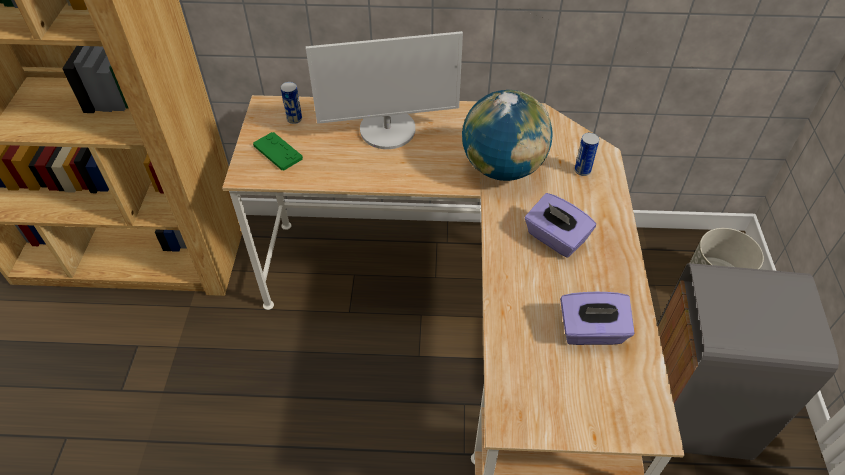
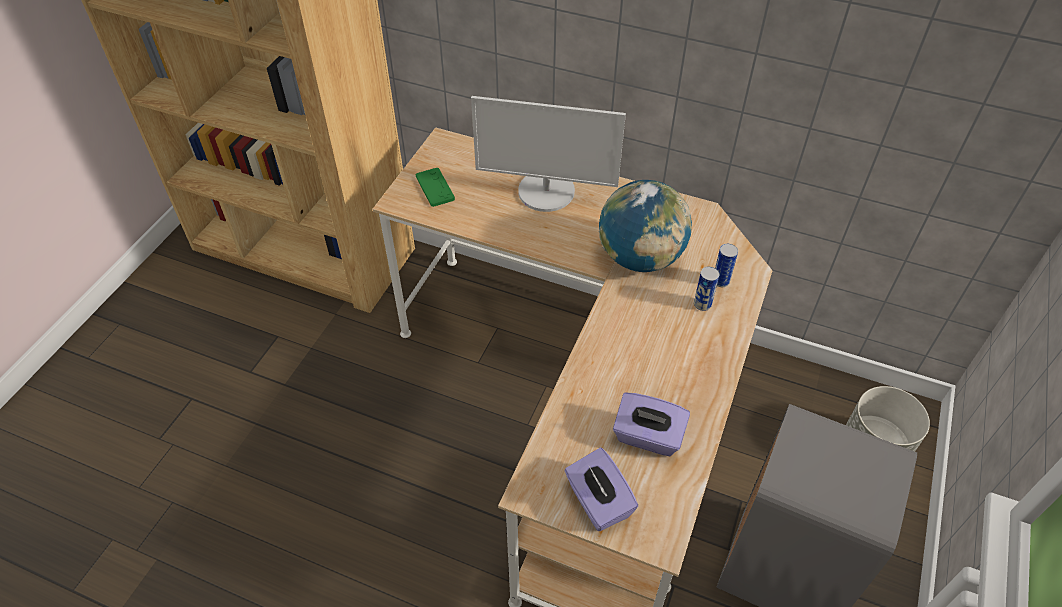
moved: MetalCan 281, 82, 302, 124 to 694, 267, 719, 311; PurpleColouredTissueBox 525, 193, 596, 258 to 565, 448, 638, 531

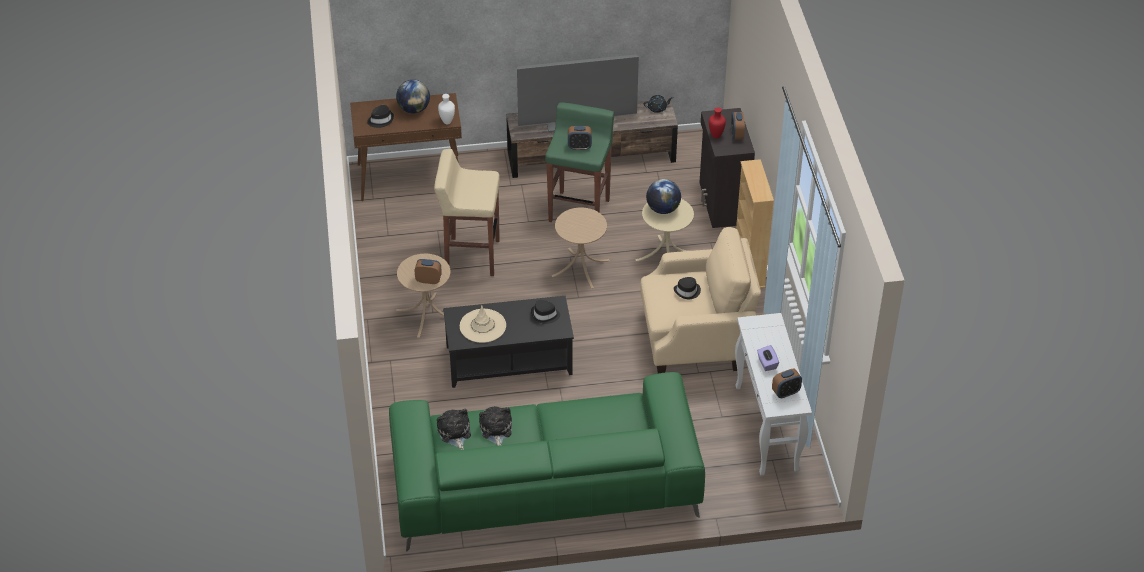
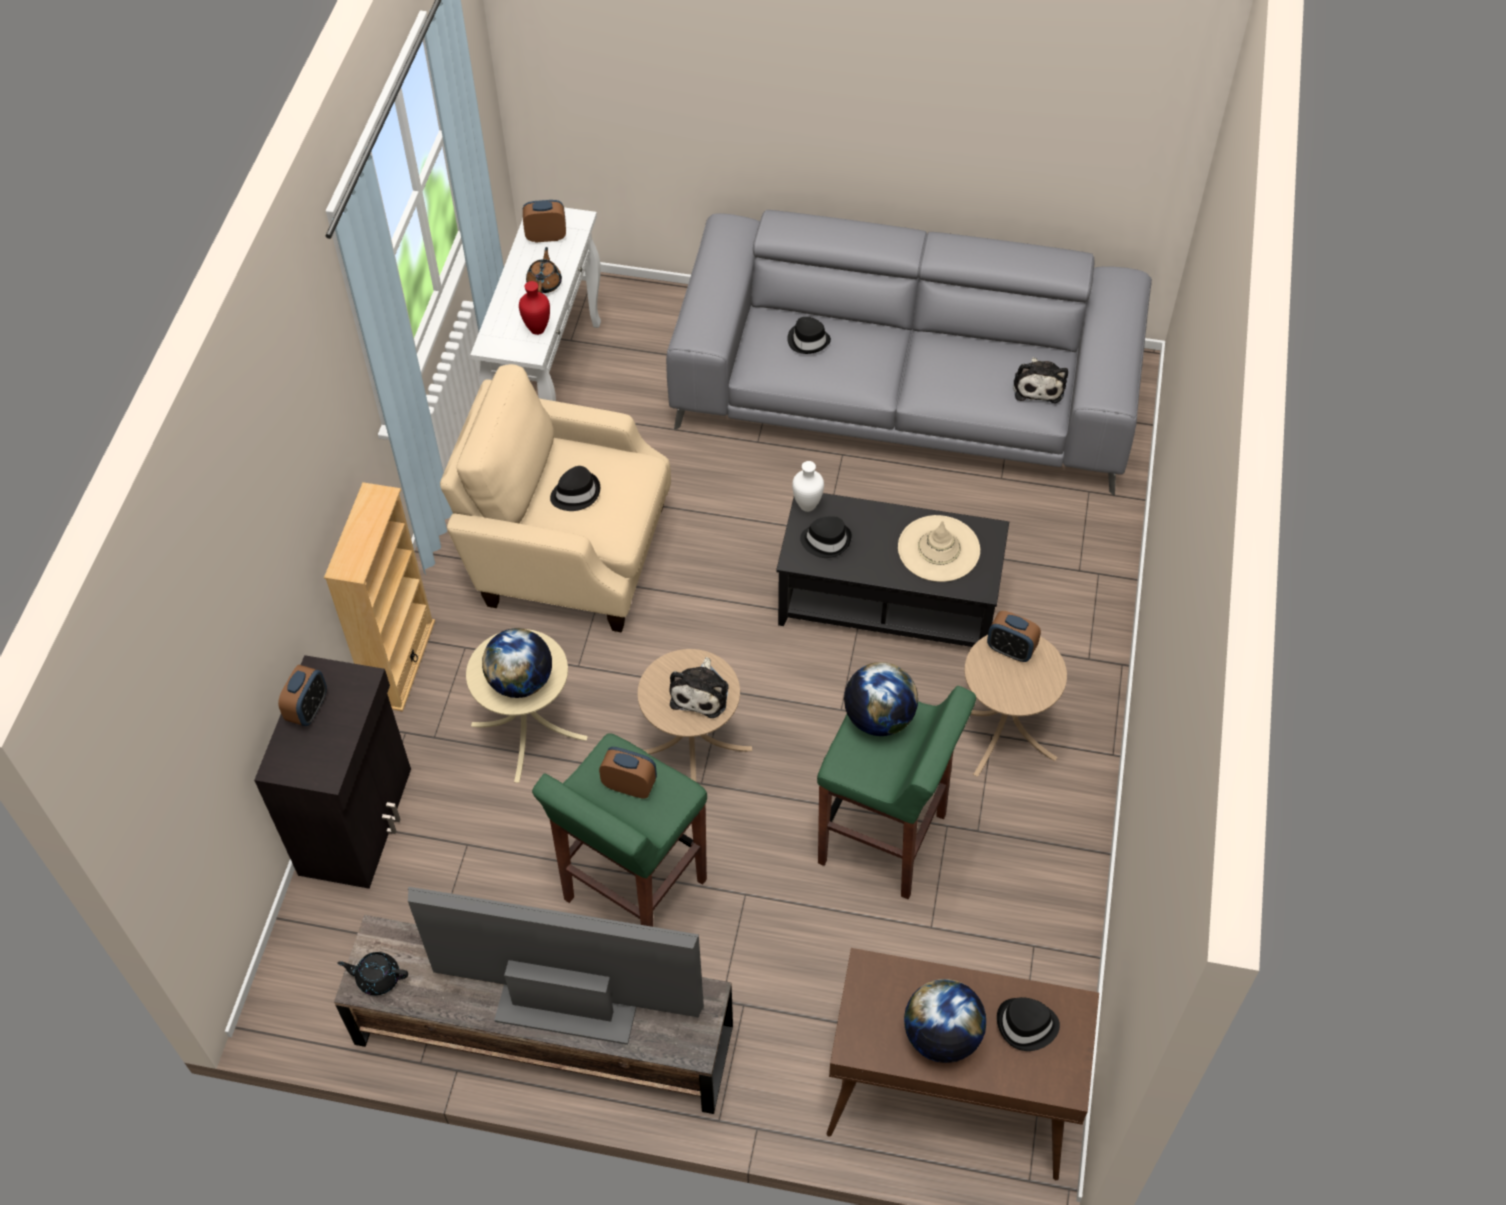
added: BlackColouredHat 787, 317, 831, 354; WorldGlobe 844, 662, 918, 736
moved: WhiteColouredFlowerVase 438, 94, 455, 124 to 792, 461, 824, 512; PlushToy 479, 406, 512, 446 to 670, 657, 729, 718; RedColouredFlowerVase 709, 107, 726, 138 to 519, 281, 550, 335
replaced: PurpleColouredTissueBox 757, 345, 779, 371 to BrownColouredTeaPot 526, 247, 562, 293
recoloured: GreenishSofa 389, 372, 705, 552 to GraySofa 666, 210, 1152, 496; SandColouredStoolSeat 434, 149, 500, 276 to GreenishStoolSeat 817, 686, 976, 899

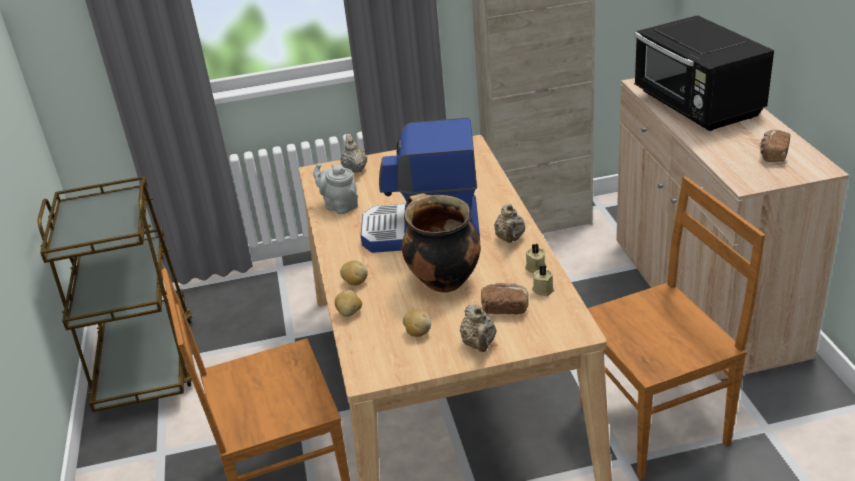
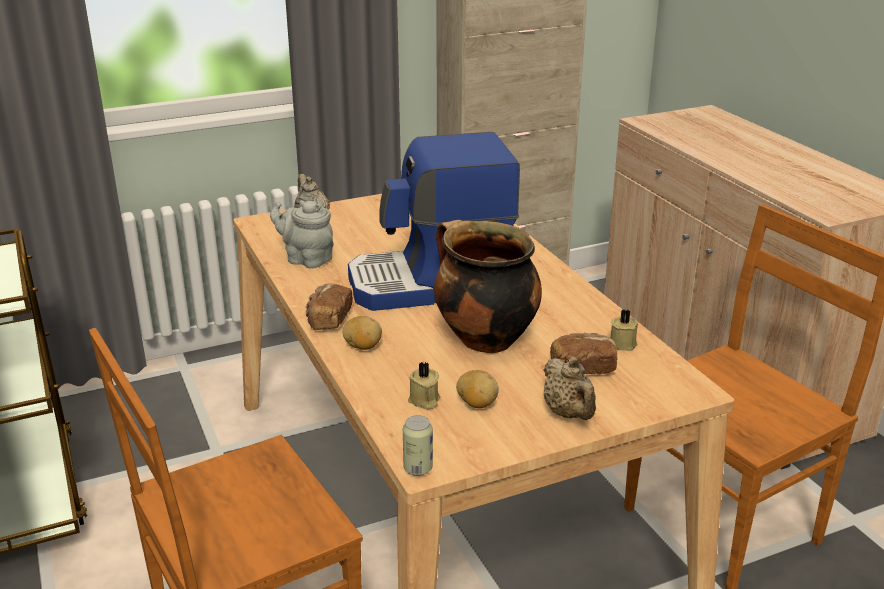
removed: WholePotato 335, 290, 362, 317; SandColouredTeaPot 494, 204, 525, 243; BlackColouredKitchenMicrowave 634, 15, 774, 131
added: MetalCan 403, 415, 433, 476
moved: SandColouredCandle 525, 244, 547, 273 to 408, 362, 440, 410; BakeryBread 759, 129, 790, 162 to 305, 283, 353, 330

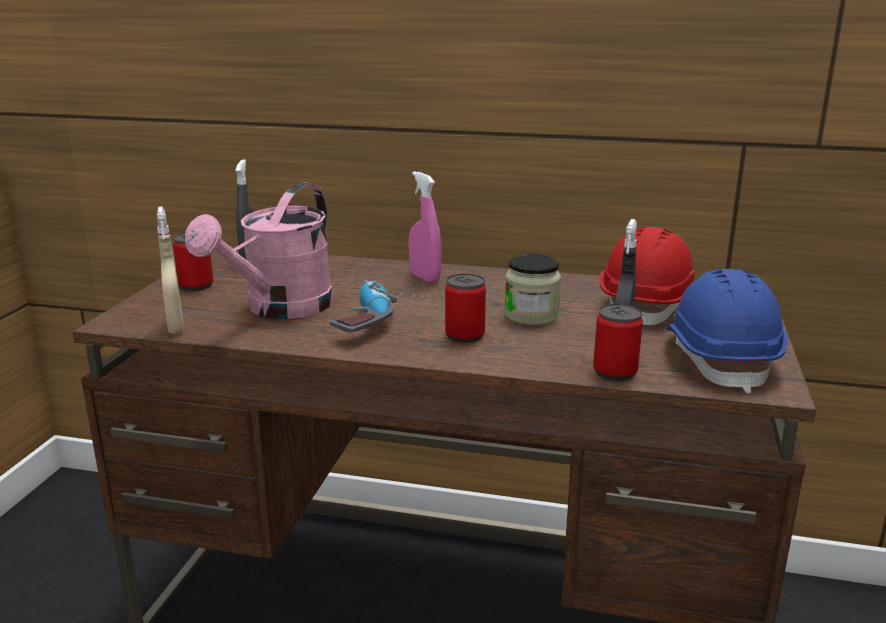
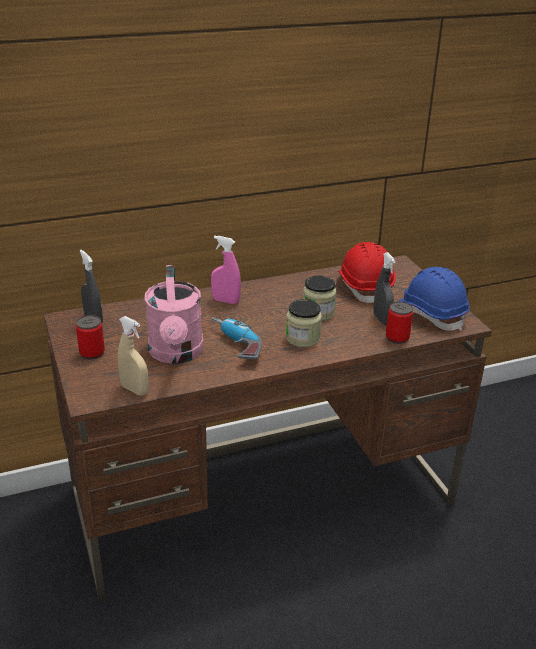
replaced: MetalCan 445, 274, 486, 343 to Jar 286, 299, 322, 348

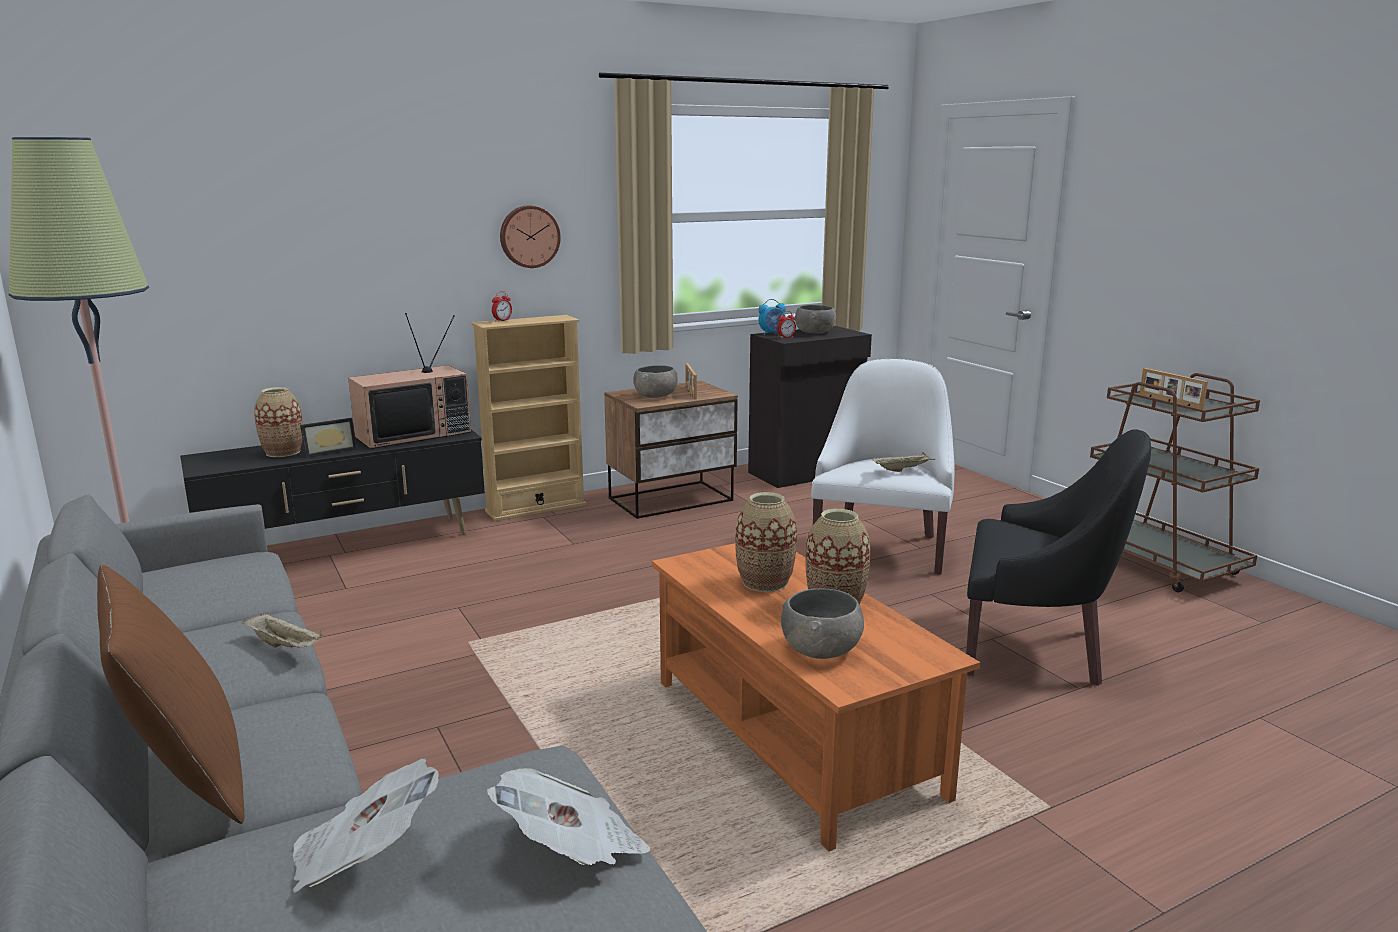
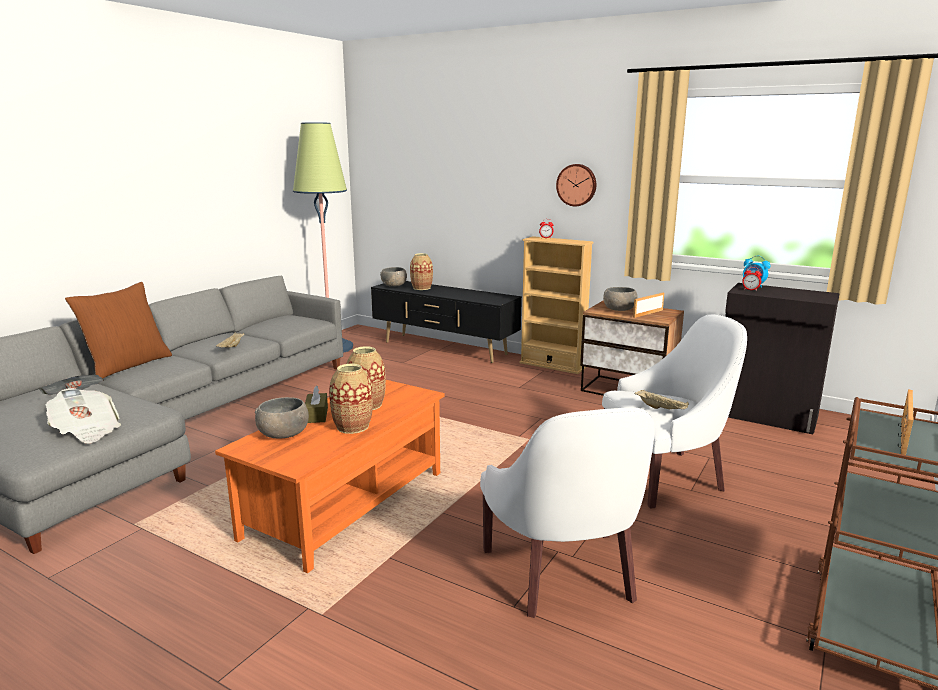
removed: PictureFrame 300, 418, 357, 458; Tv 348, 313, 471, 449
added: BrownColouredTissueBox 305, 385, 328, 423
moved: GrayServingBowl 795, 305, 836, 334 to 380, 267, 407, 287
recoloured: BlackColouredArmchair 966, 429, 1151, 686 to WhiteColouredArmchair 480, 407, 655, 618

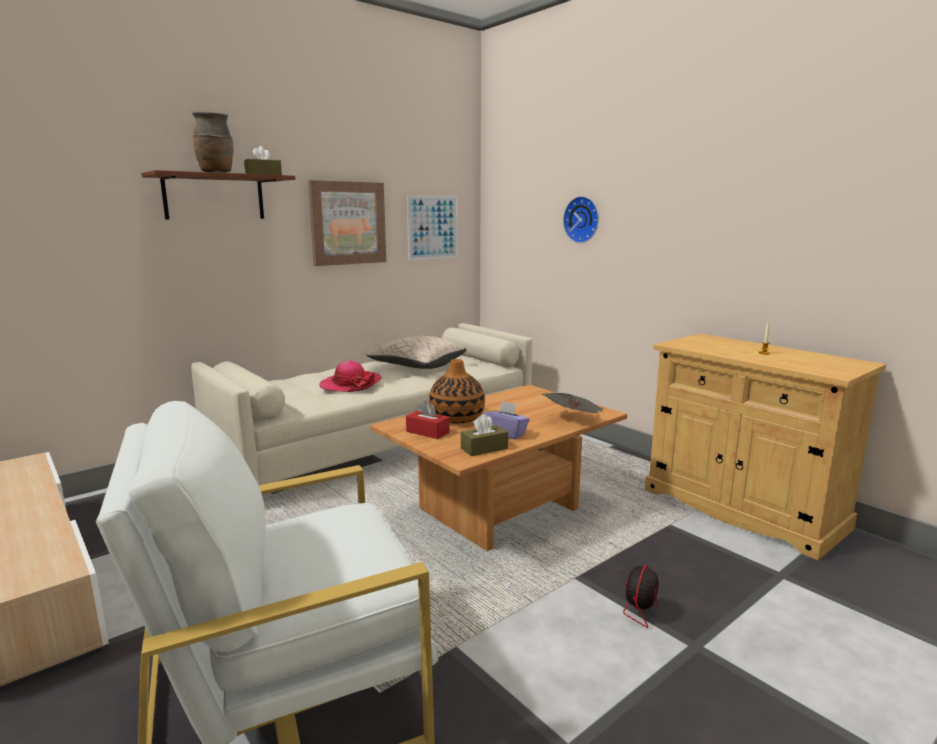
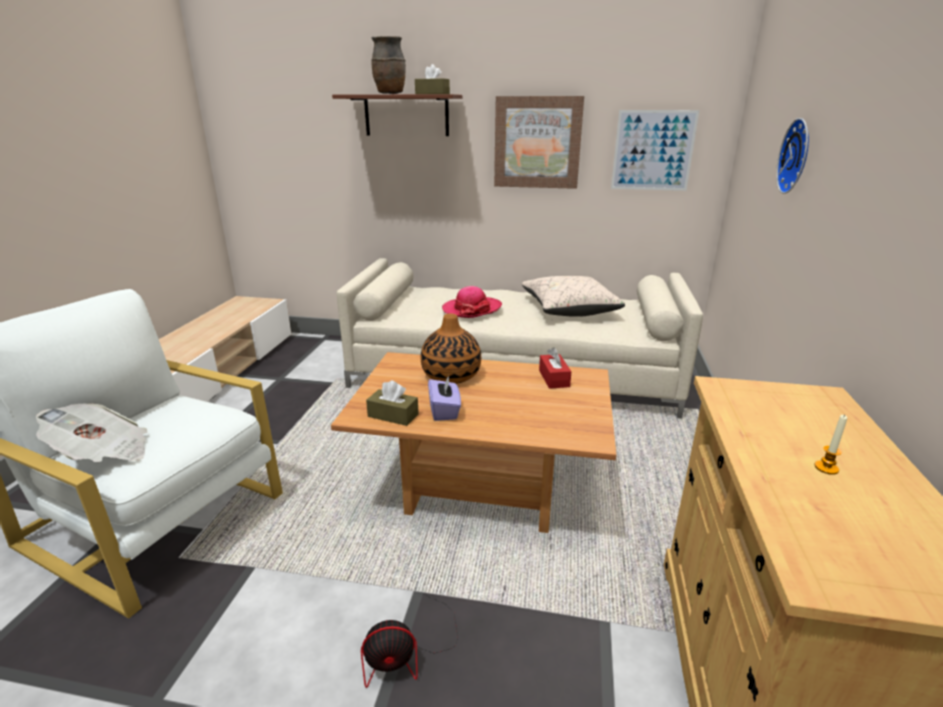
moved: RedColouredTissueBox 406, 401, 450, 439 to 539, 347, 571, 389; DailyPaper 542, 393, 603, 413 to 36, 404, 147, 462

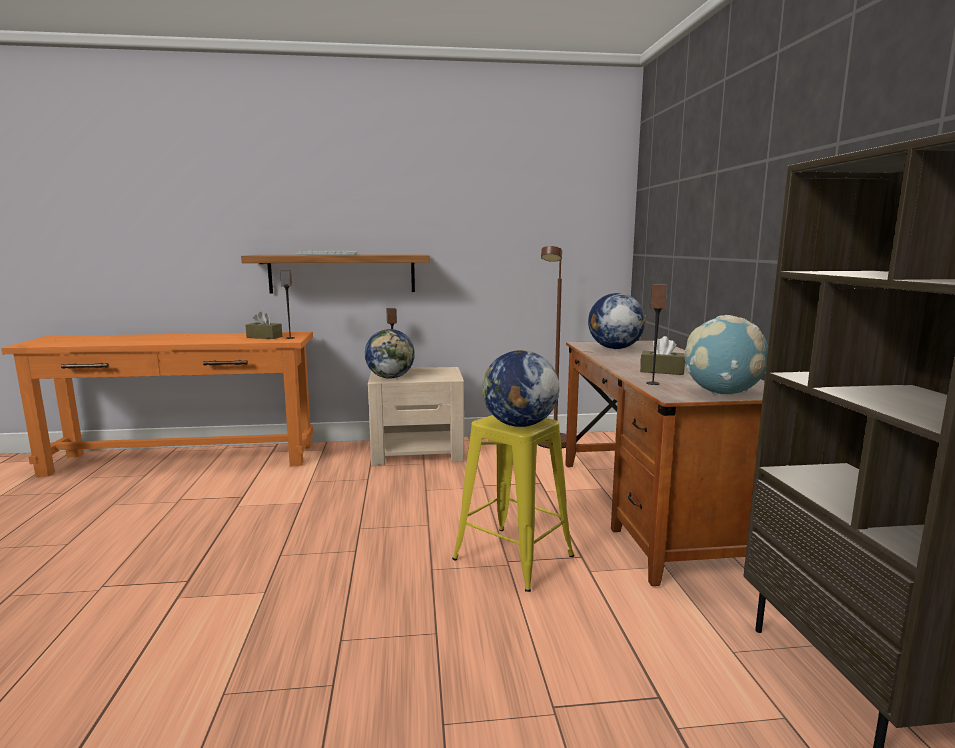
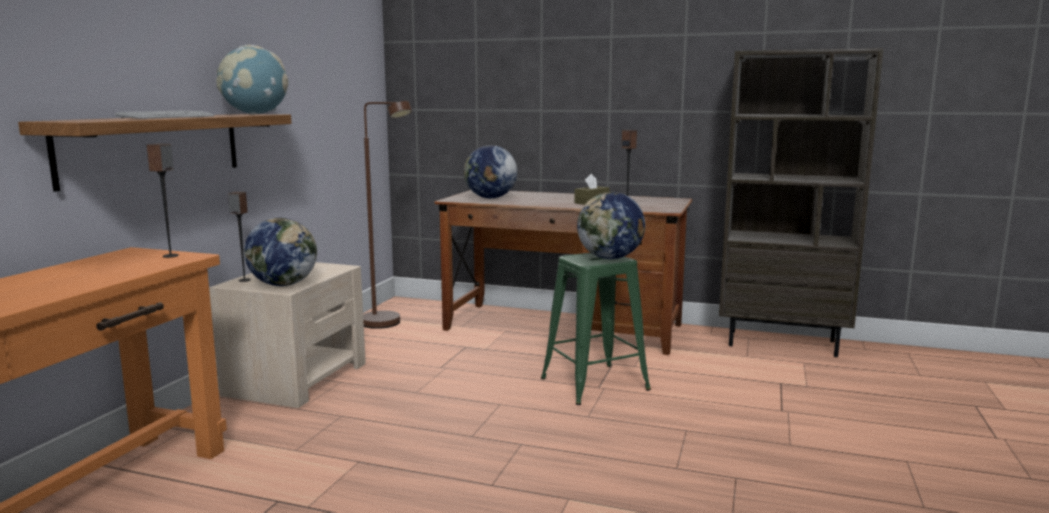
removed: BrownColouredTissueBox 245, 311, 282, 339
moved: WorldGlobe 684, 315, 768, 395 to 216, 45, 289, 114
recoloured: YellowishStoolSeat 452, 415, 574, 592 to GreenishStoolSeat 541, 253, 651, 405

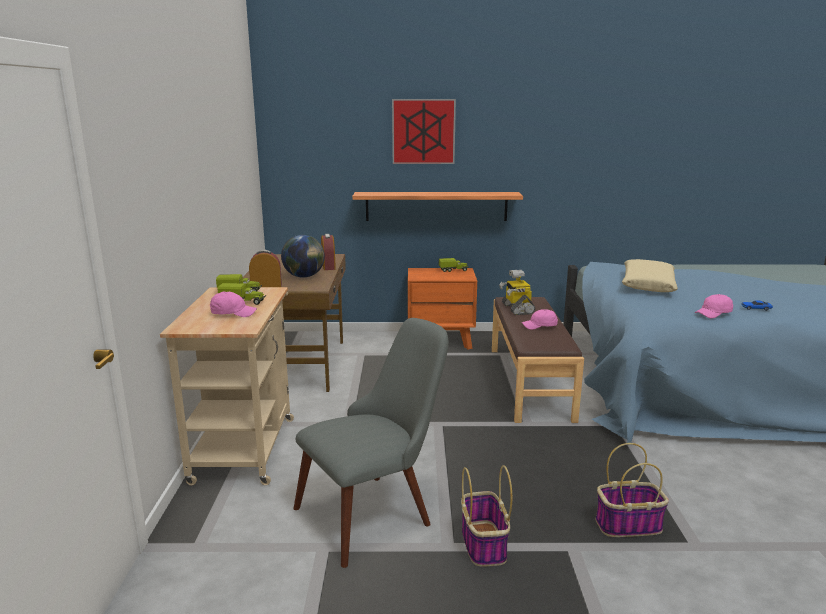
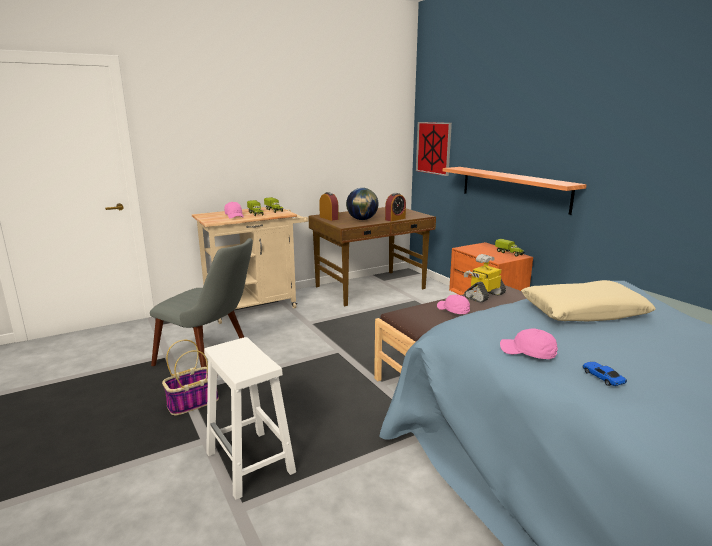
moved: WallArt 392, 99, 456, 164 to 416, 122, 452, 176
replaced: HouseholdBasket 596, 443, 669, 537 to WhiteColouredStoolSeat 204, 337, 296, 500

